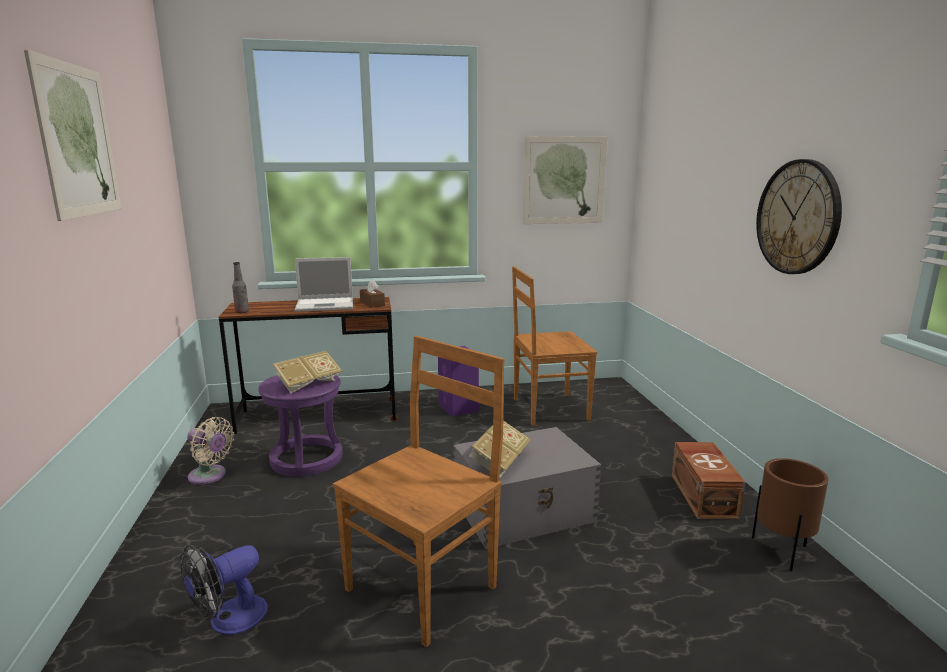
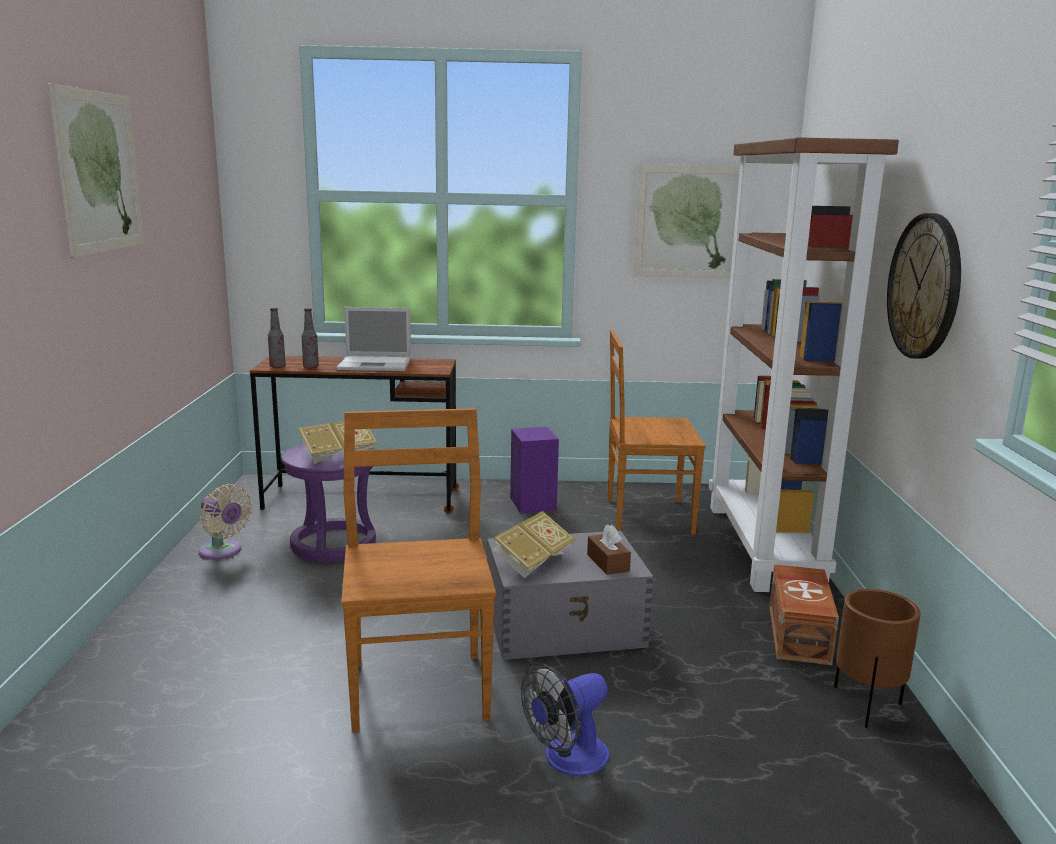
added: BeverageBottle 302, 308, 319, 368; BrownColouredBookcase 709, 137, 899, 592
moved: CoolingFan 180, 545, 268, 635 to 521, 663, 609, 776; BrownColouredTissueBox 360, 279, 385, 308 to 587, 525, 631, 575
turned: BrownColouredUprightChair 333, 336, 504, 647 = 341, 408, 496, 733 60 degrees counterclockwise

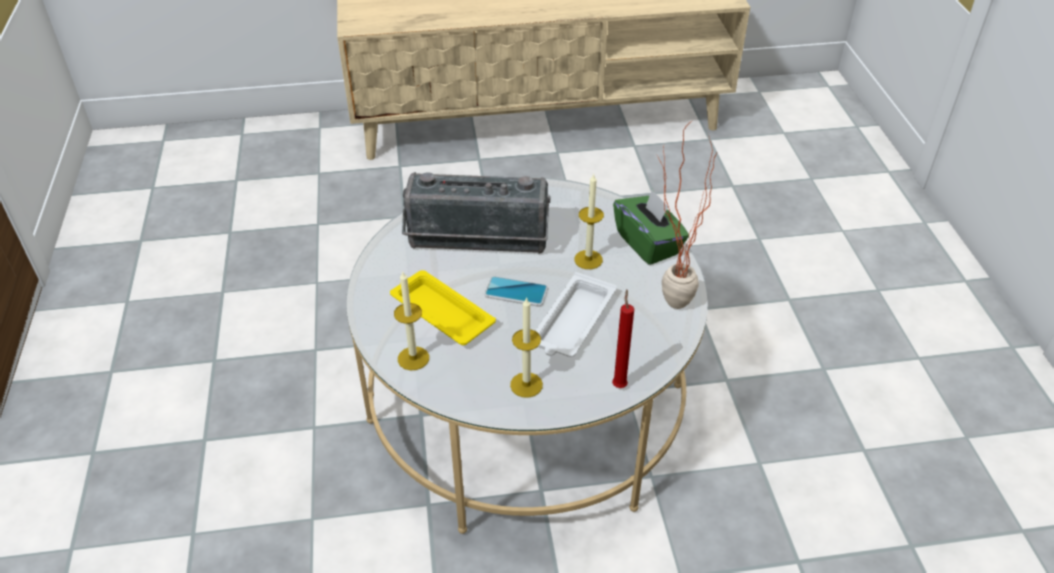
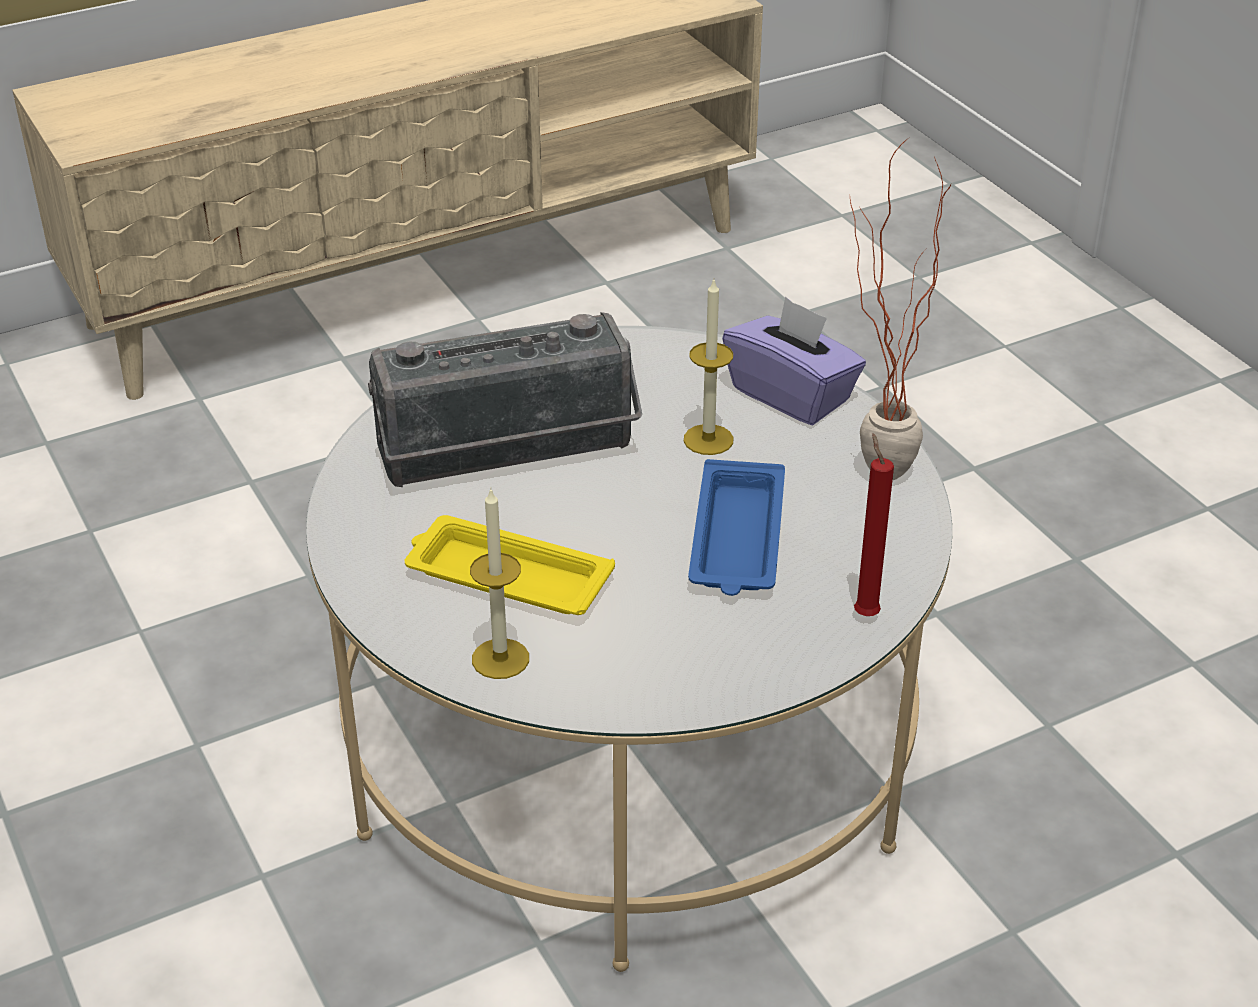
removed: Telephone 484, 276, 548, 306; Candle 510, 297, 543, 398
recoloured: WhiteColouredServingTray 535, 272, 616, 357 to BlueColouredServingTray 688, 459, 785, 596; GreenishTissueBox 613, 189, 689, 265 to PurpleColouredTissueBox 722, 297, 866, 425

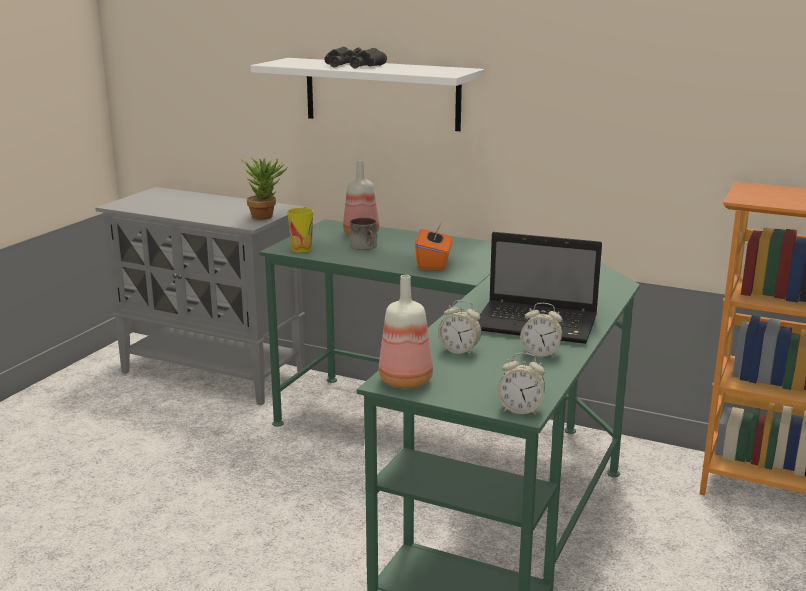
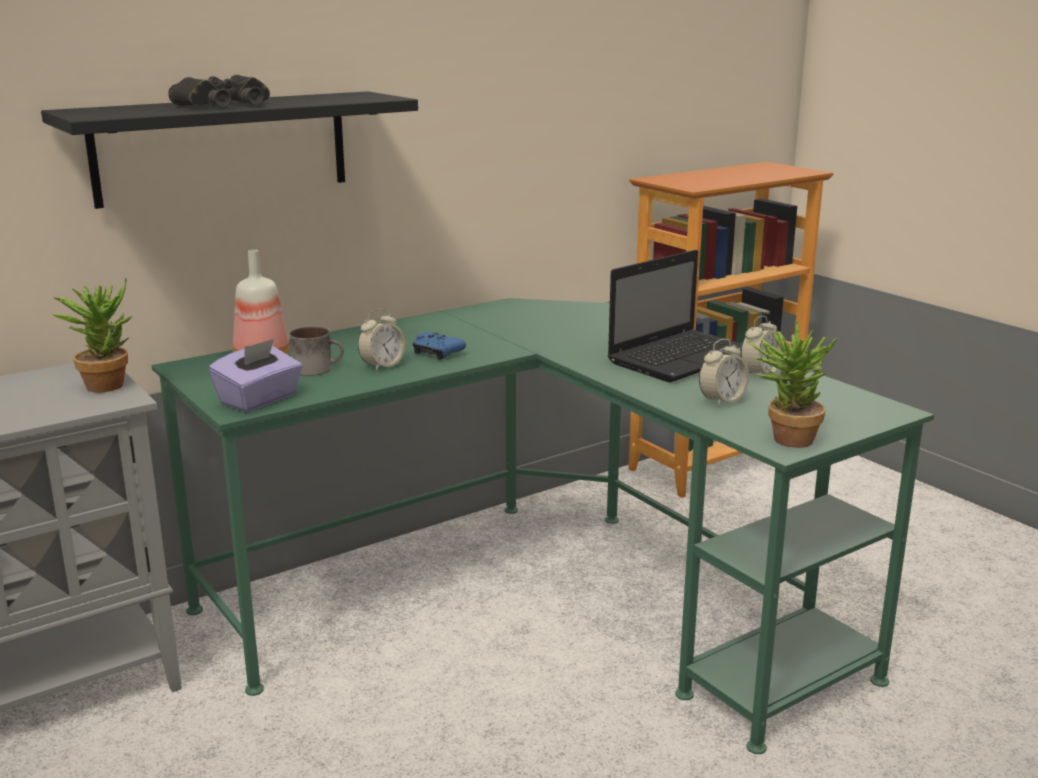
moved: TableClock 498, 353, 545, 415 to 358, 309, 405, 371
replaced: Cup 287, 208, 313, 252 to PurpleColouredTissueBox 208, 339, 303, 412; BeverageBottle 379, 275, 433, 388 to PottedPlant 746, 319, 838, 448; OrangeTissueBox 415, 222, 453, 270 to BlueColouredGamepad 412, 332, 466, 360
recoloured: WhiteColouredShelf 251, 58, 484, 131 to BlackColouredShelf 41, 91, 418, 209

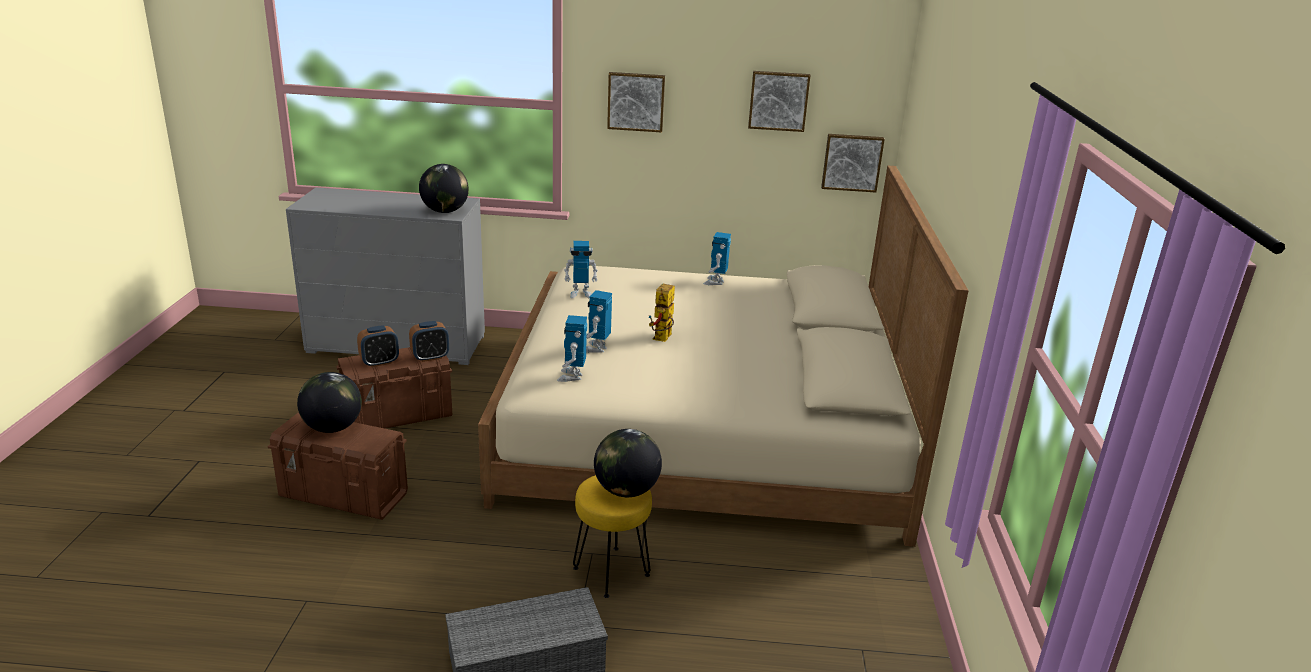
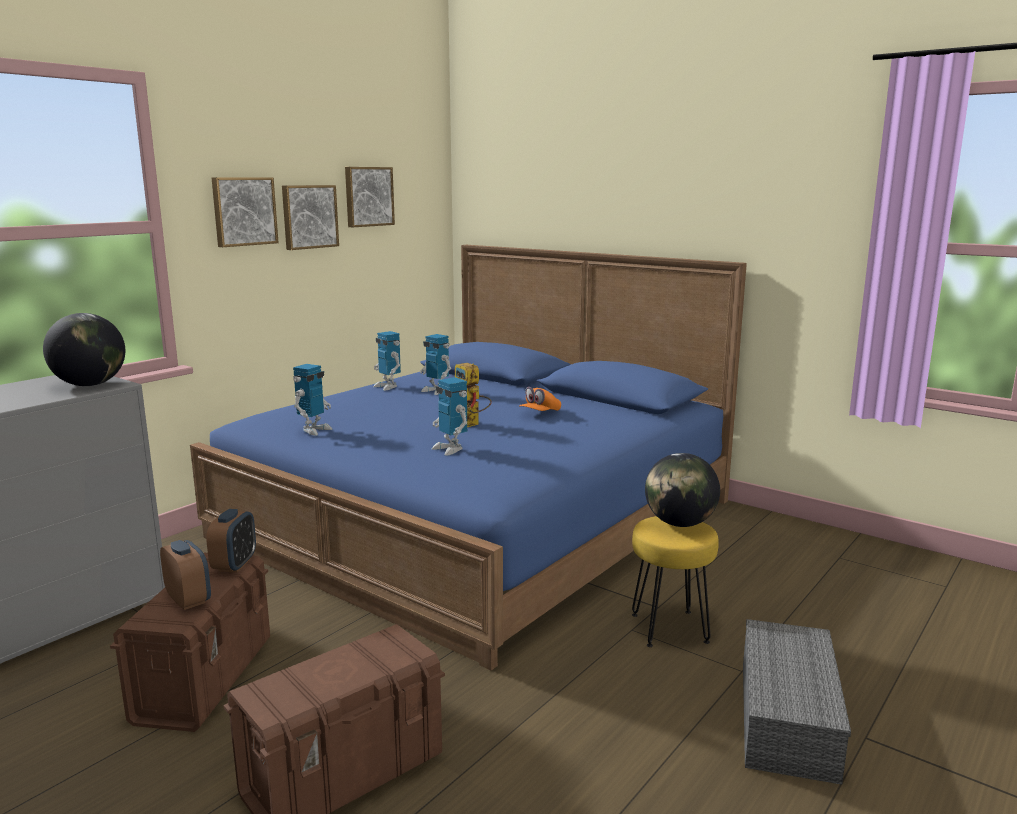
removed: WorldGlobe 297, 372, 362, 433
added: OrangeBaseballCap 519, 387, 561, 411
moved: ToyRobot 557, 315, 587, 382 to 420, 334, 451, 395; WallArt 821, 134, 885, 193 to 282, 185, 339, 250
recoloured: SandColouredSleepingBed 478, 166, 969, 547 to BlueColouredSleepingBed 190, 245, 747, 671
turned: TableClock 357, 325, 399, 367 = 160, 540, 211, 610 45 degrees counterclockwise

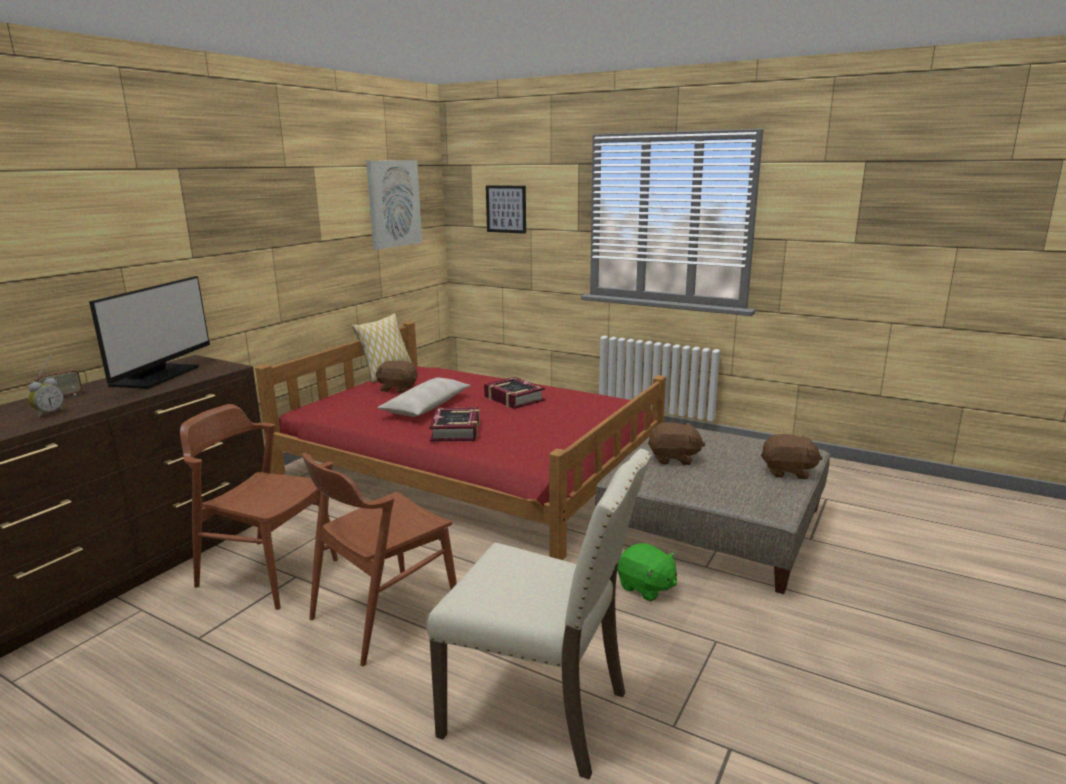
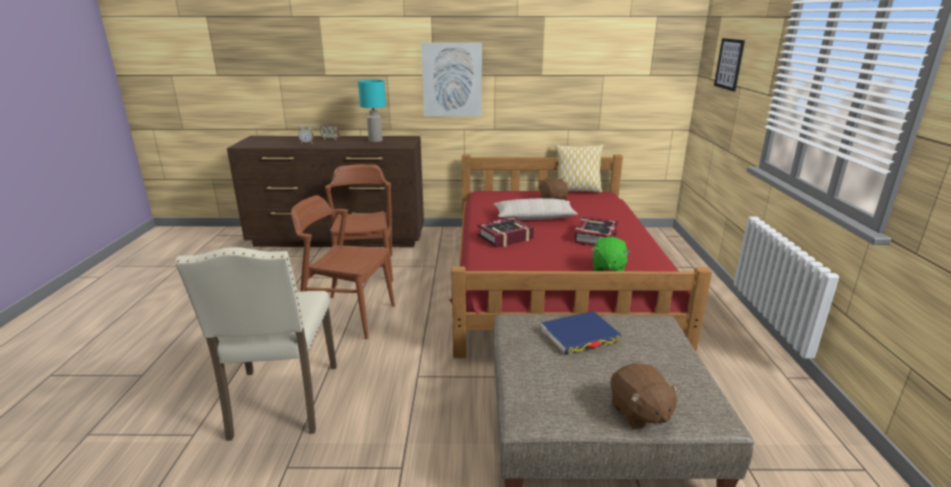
moved: WallArt 366, 161, 422, 250 to 421, 43, 482, 116; GreenishPlushToy 617, 543, 677, 601 to 592, 237, 630, 271
replaced: Monitor 89, 276, 210, 389 to TurquoiseLampForATable 358, 80, 386, 142; BrownColouredPlushToy 648, 422, 705, 465 to BlueColouredBoundBook 541, 311, 621, 354

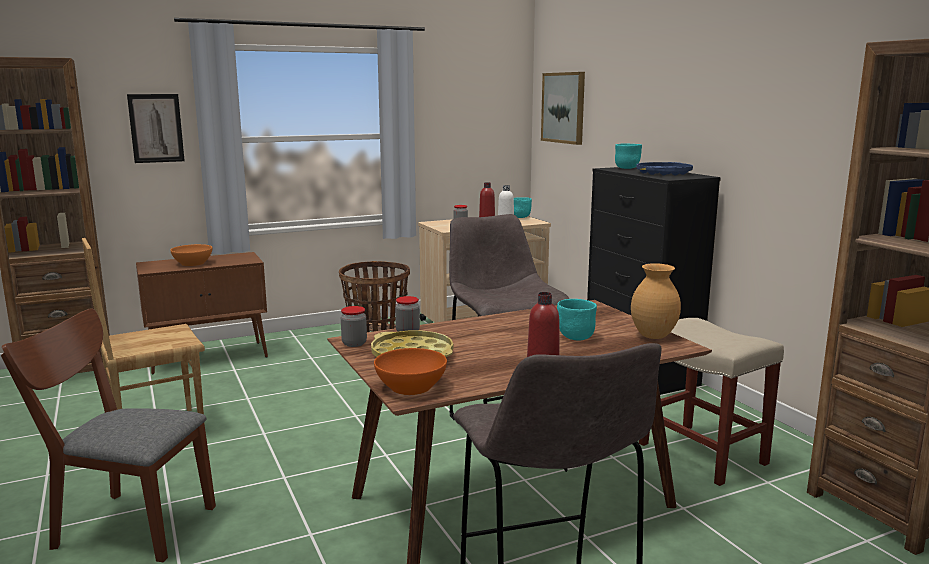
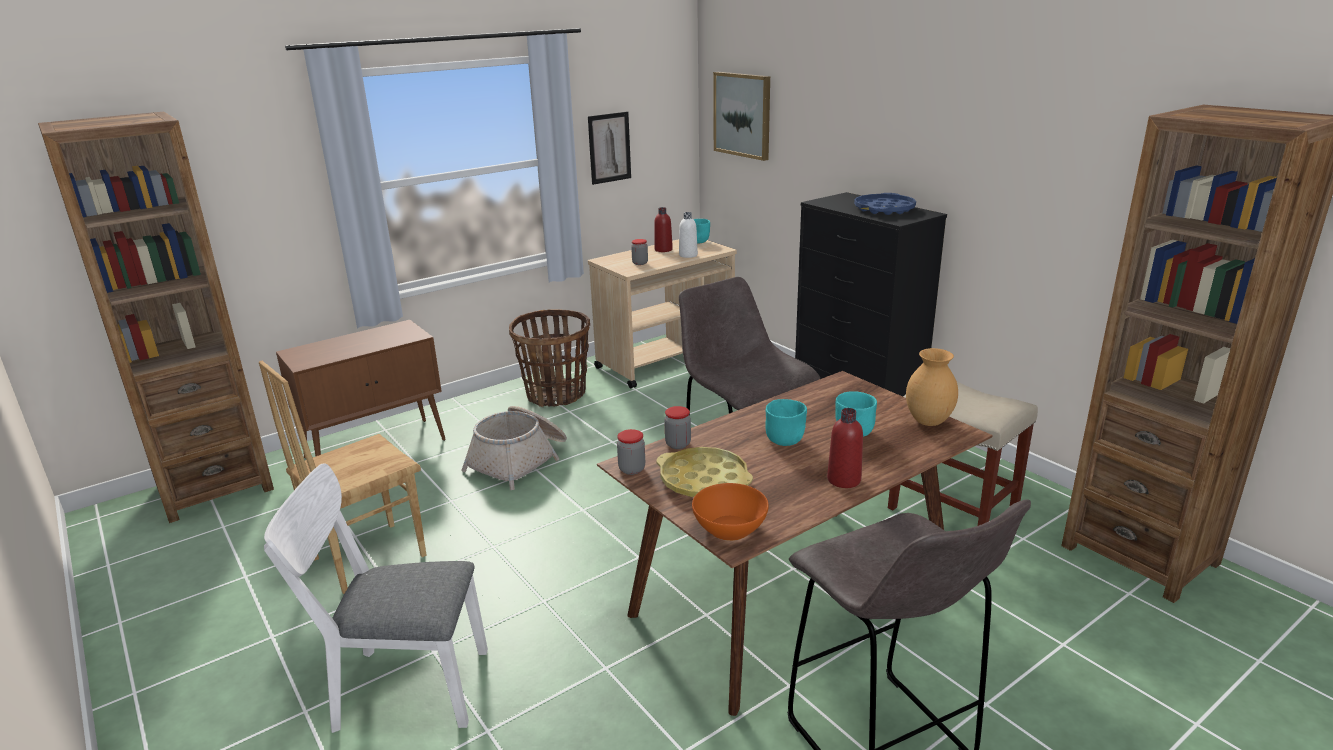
removed: OrangeServingBowl 170, 244, 212, 266
added: HouseholdBasket 461, 406, 567, 490
moved: WallArt 127, 94, 185, 163 to 588, 112, 631, 185; TurquoiseServingBowl 615, 143, 642, 169 to 765, 399, 807, 446
recoloured: BrownColouredUprightChair 1, 308, 216, 562 to WhiteColouredUprightChair 264, 463, 488, 733

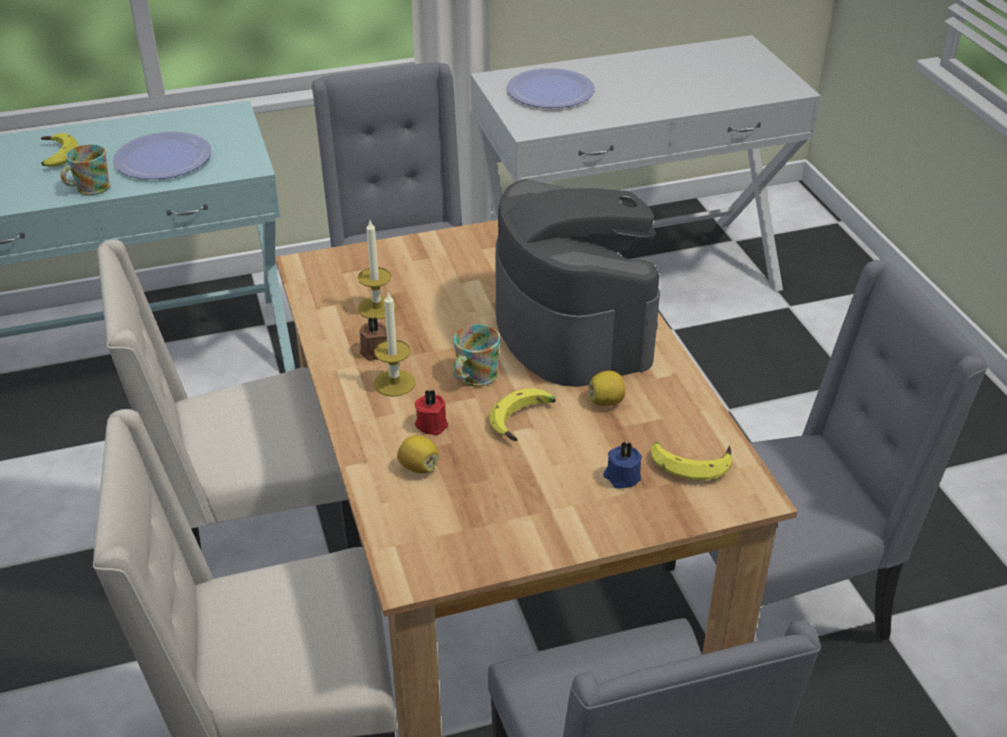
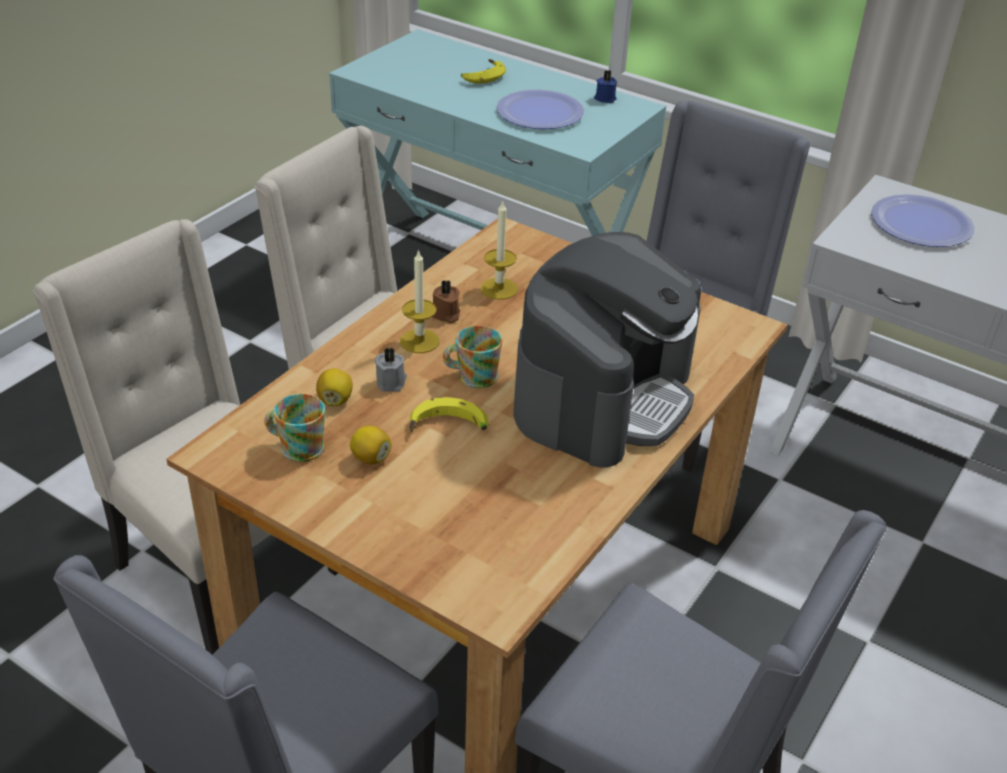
removed: Banana 651, 442, 732, 480
moved: Mug 60, 144, 110, 195 to 264, 394, 325, 462; CitrusFruit 588, 371, 626, 406 to 350, 426, 392, 464; BlueColouredCandle 603, 441, 642, 489 to 594, 70, 617, 103
recoloured: RedColouredCandle 415, 389, 448, 435 to GrayCandle 375, 347, 407, 392

